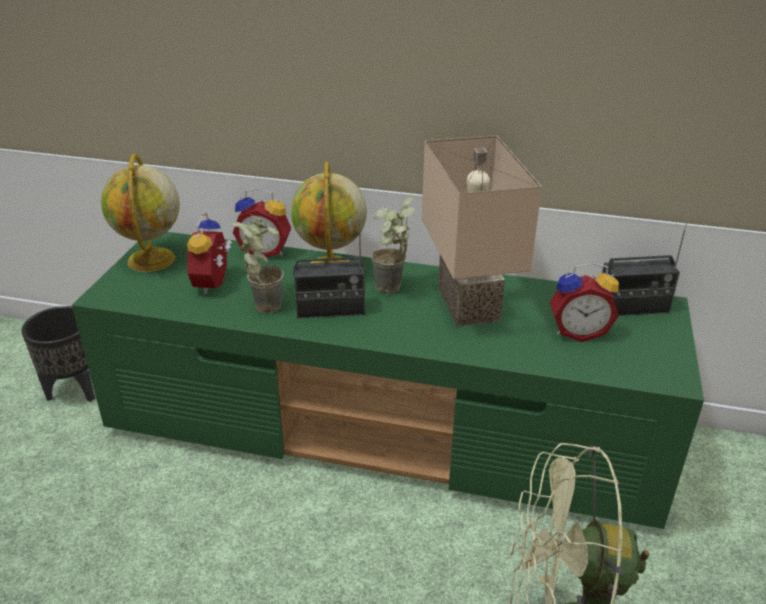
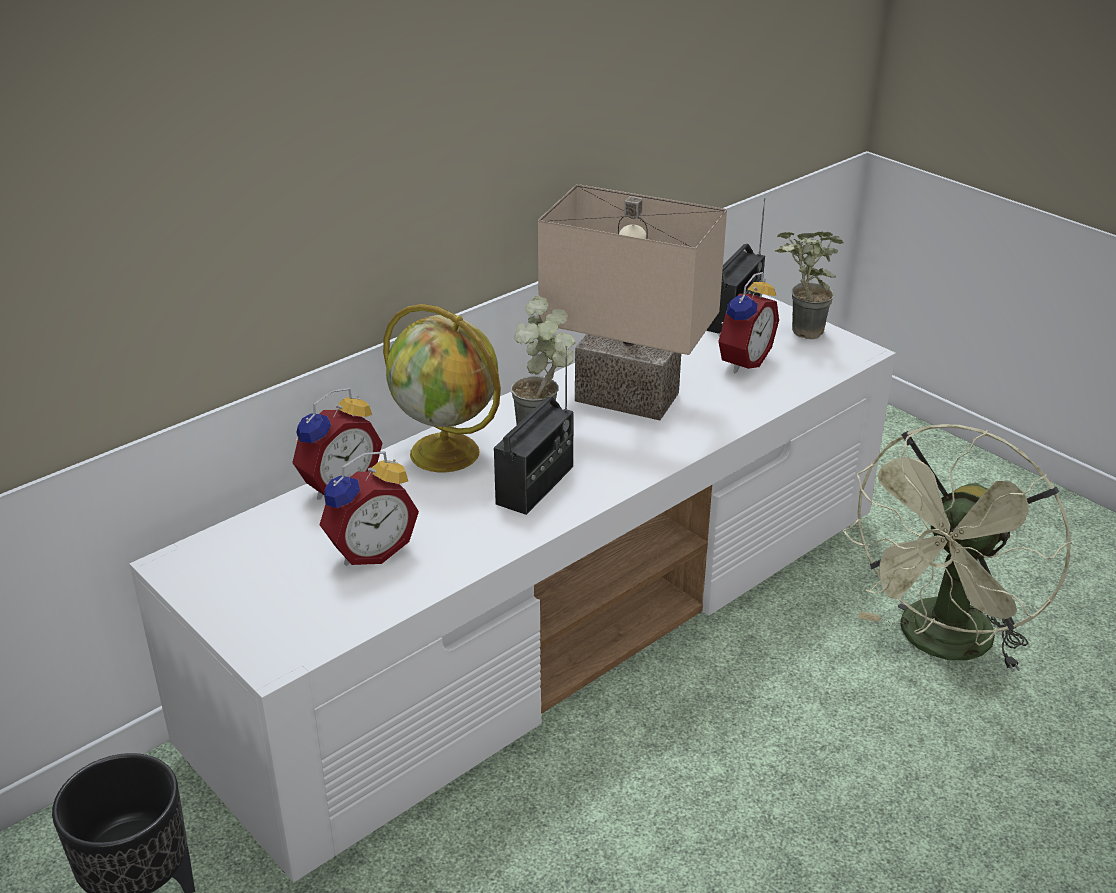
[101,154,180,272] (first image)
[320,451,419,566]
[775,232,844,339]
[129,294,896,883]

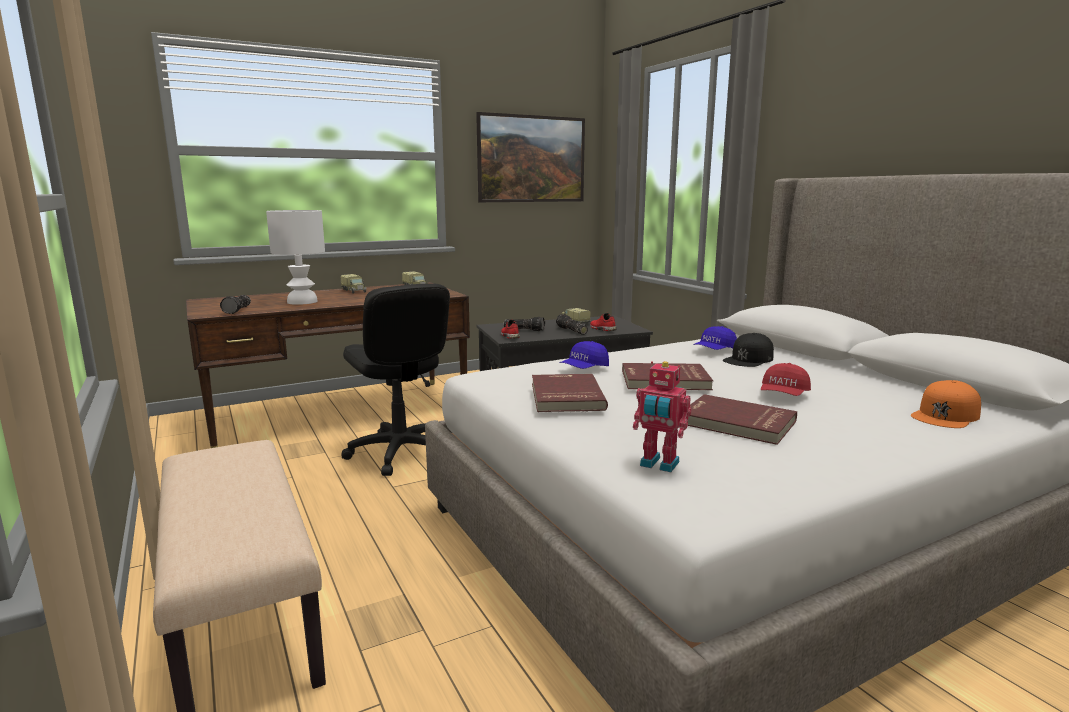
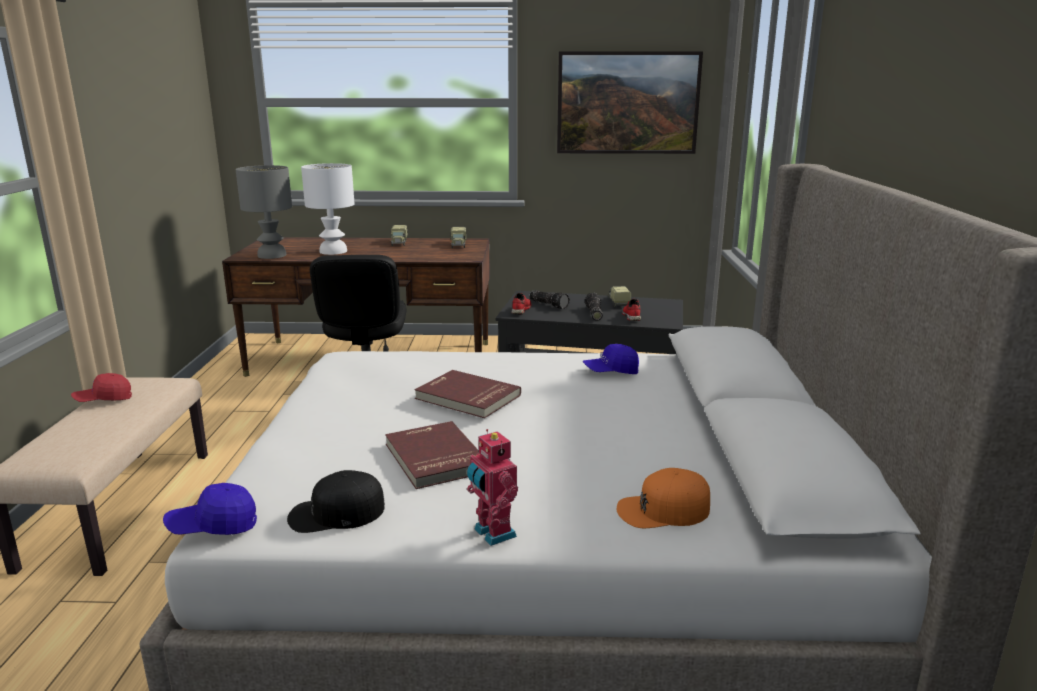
[236,165,292,259]
[287,470,385,533]
[163,483,257,535]
[467,429,518,546]
[71,373,132,402]
[532,374,608,412] (first image)

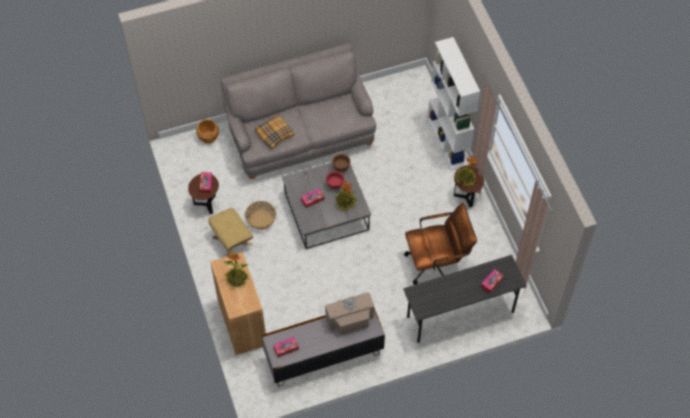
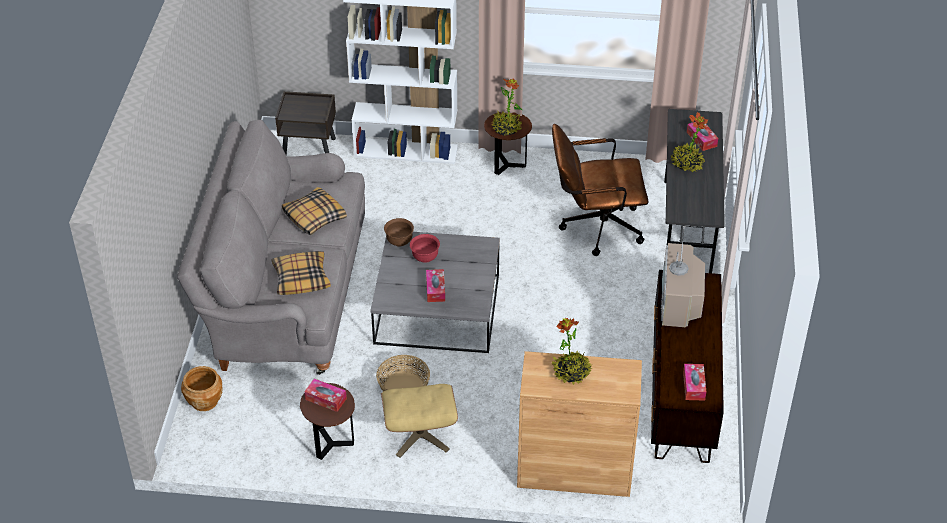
[670,112,708,172]
[552,124,648,256]
[651,270,724,463]
[275,91,336,155]
[282,187,347,235]

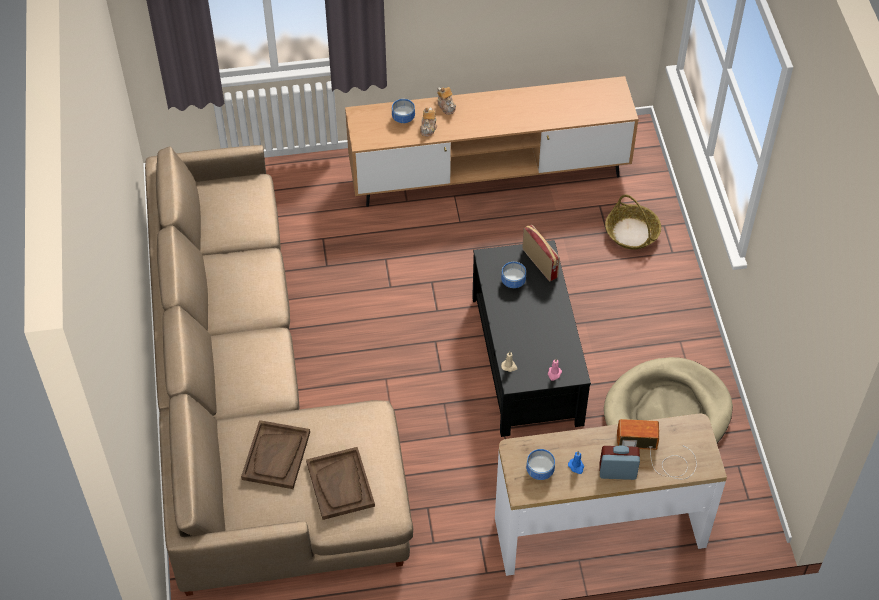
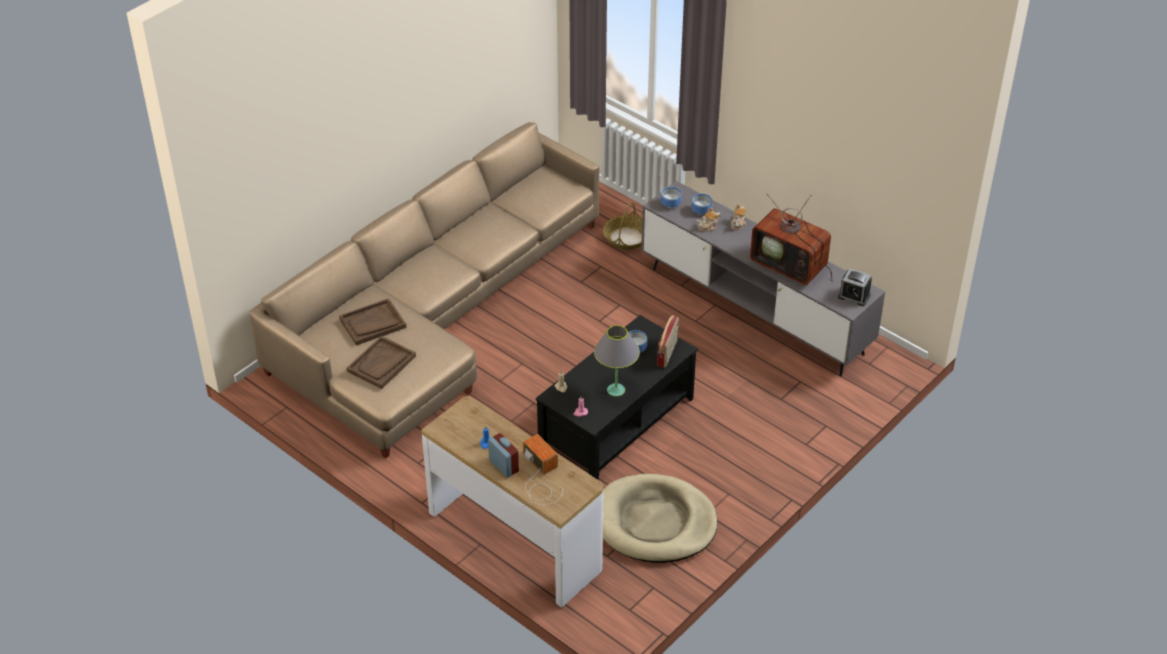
[641,181,885,376]
[603,202,642,250]
[661,187,681,208]
[750,194,833,285]
[838,268,872,306]
[594,325,640,397]

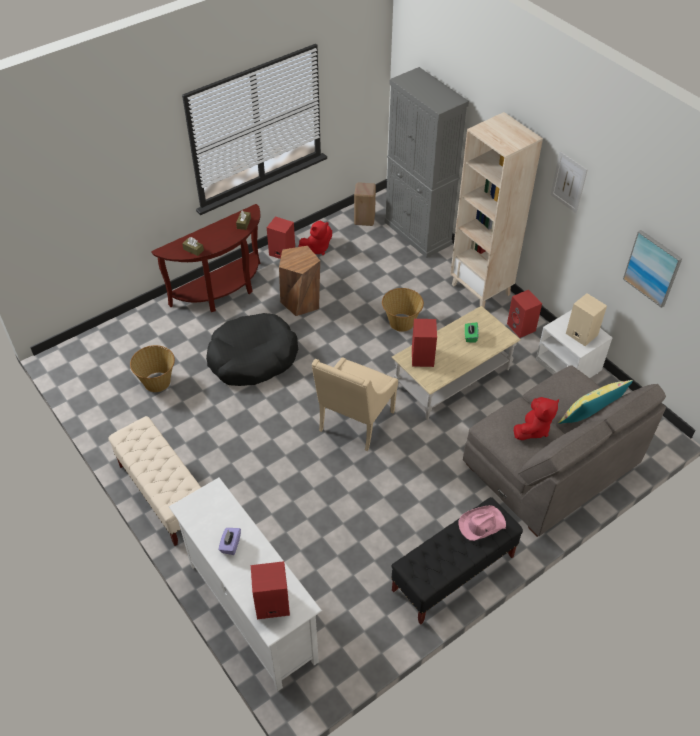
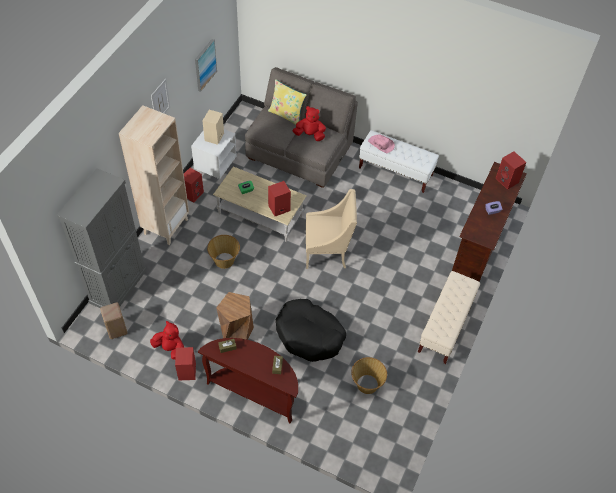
[452,162,527,282]
[359,130,439,193]

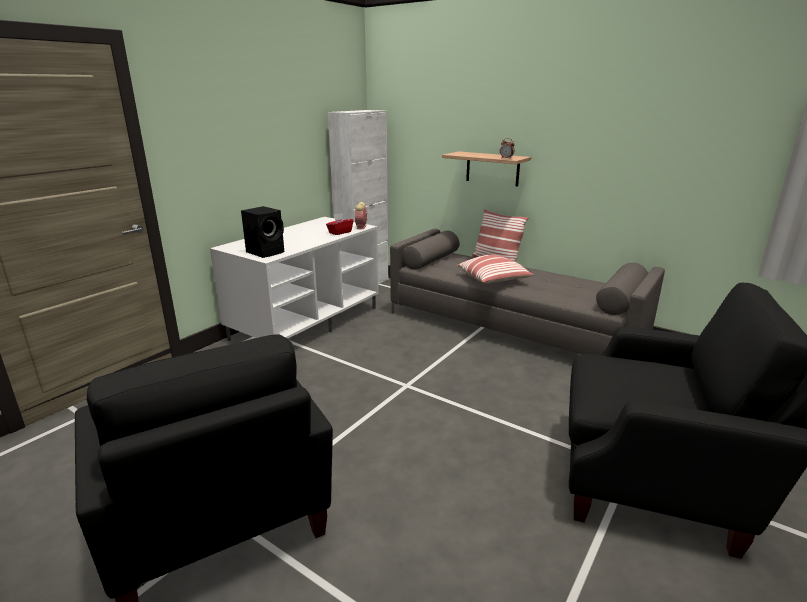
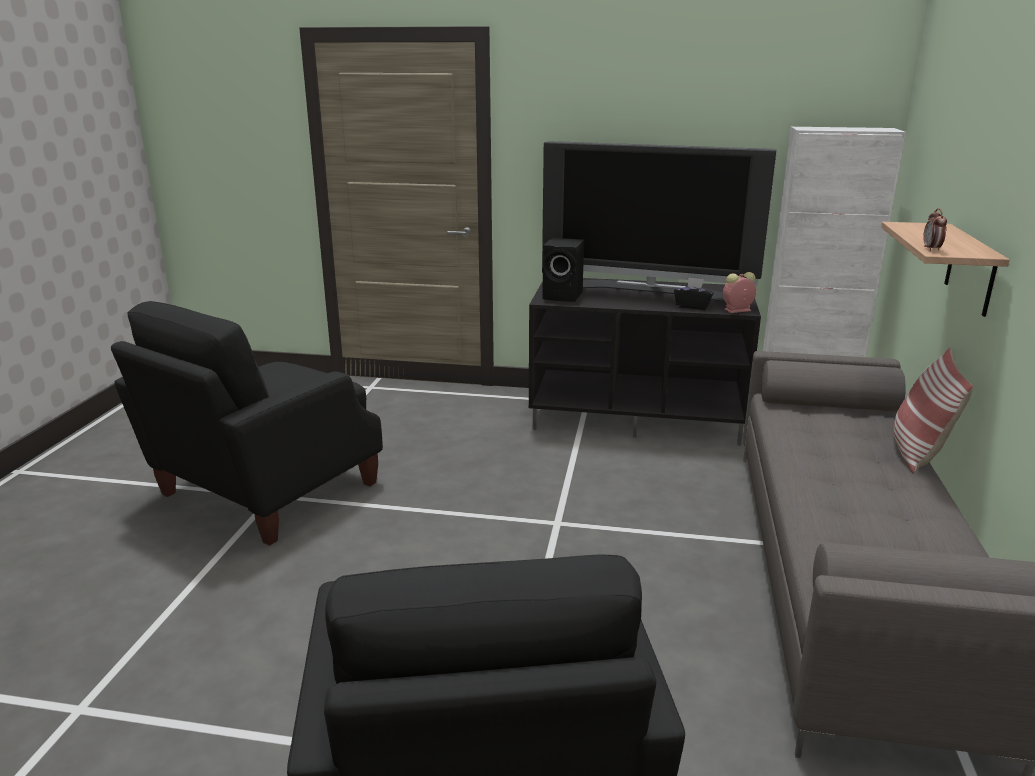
[674,277,714,310]
[529,278,761,446]
[457,255,534,283] (first image)
[542,141,777,302]

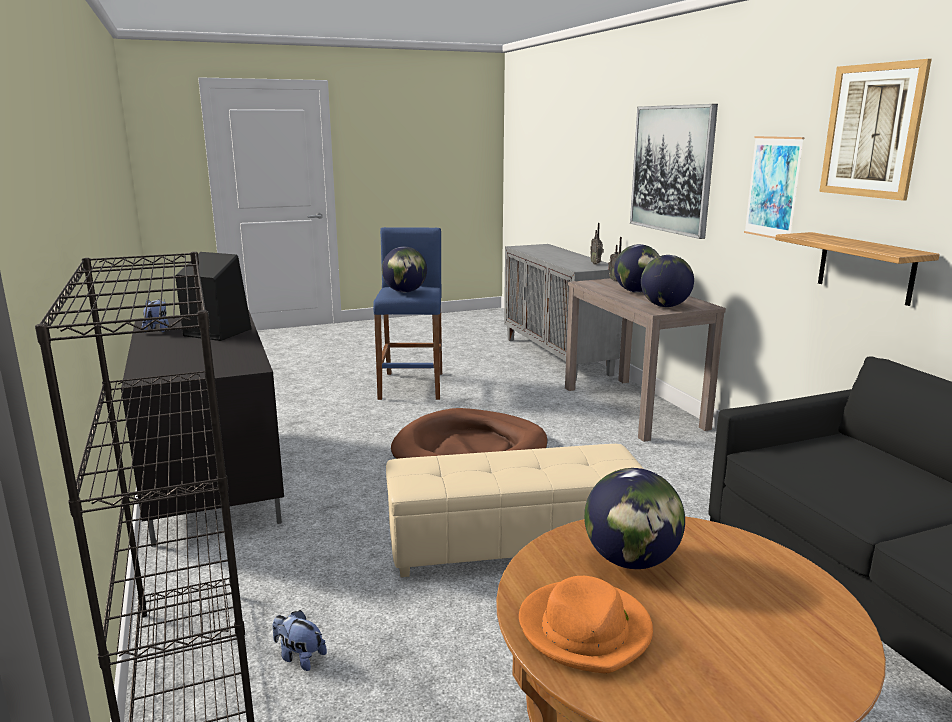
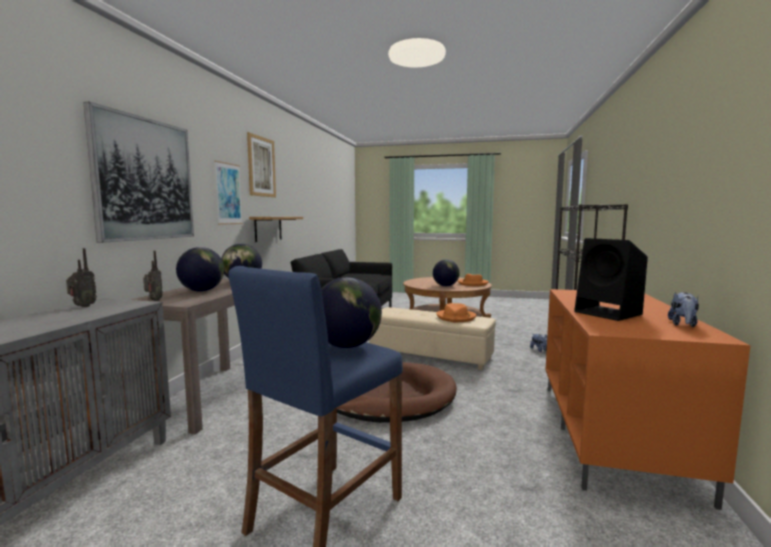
[546,289,751,510]
[436,303,476,323]

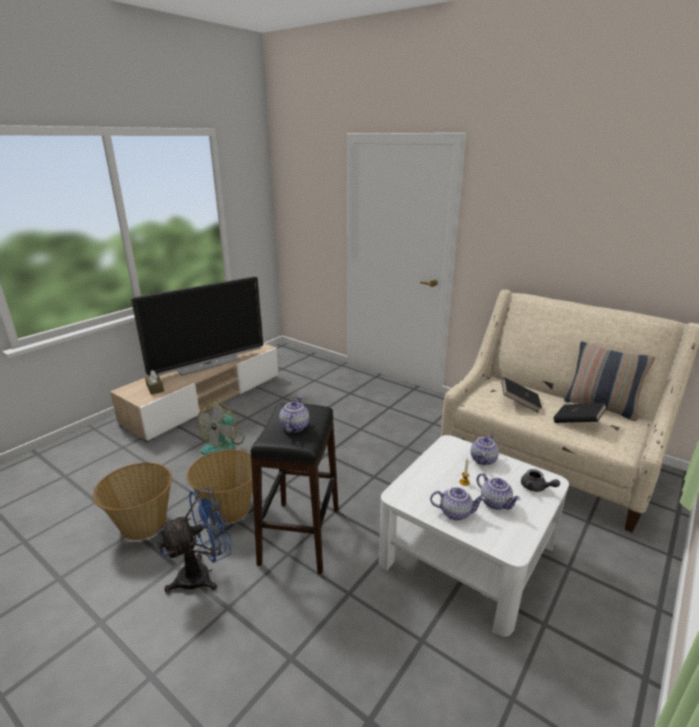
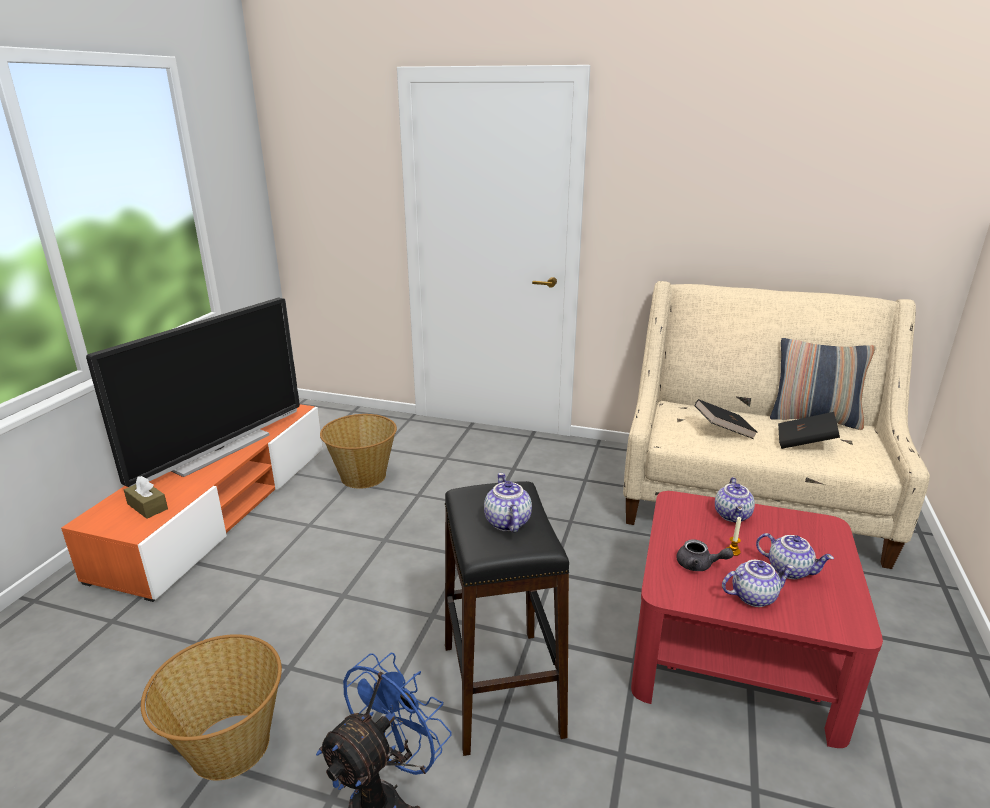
[61,404,323,602]
[197,402,245,455] (first image)
[631,491,883,748]
[320,414,397,489]
[677,539,734,571]

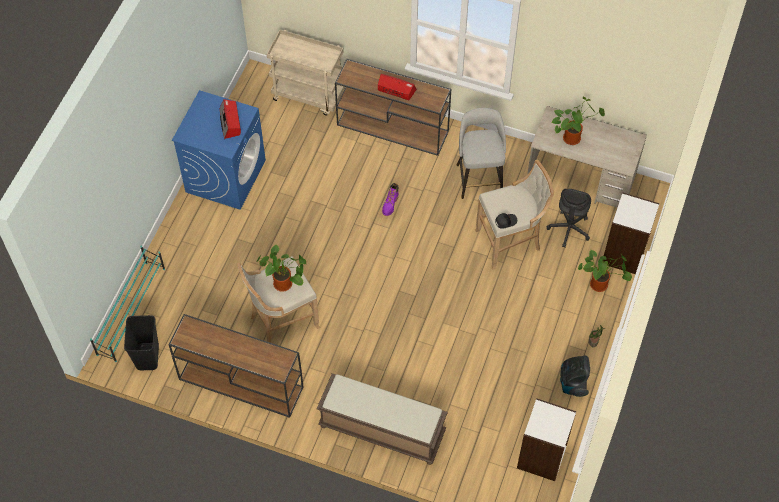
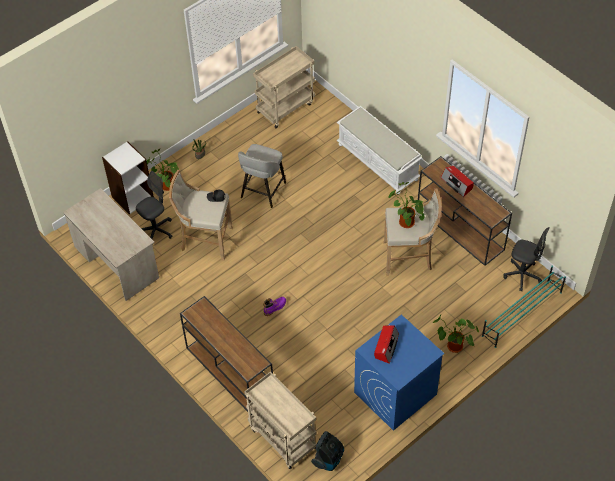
[441,166,474,197]
[432,315,479,353]
[238,144,286,208]
[503,227,550,291]
[311,431,344,471]
[337,106,422,194]
[253,46,315,128]

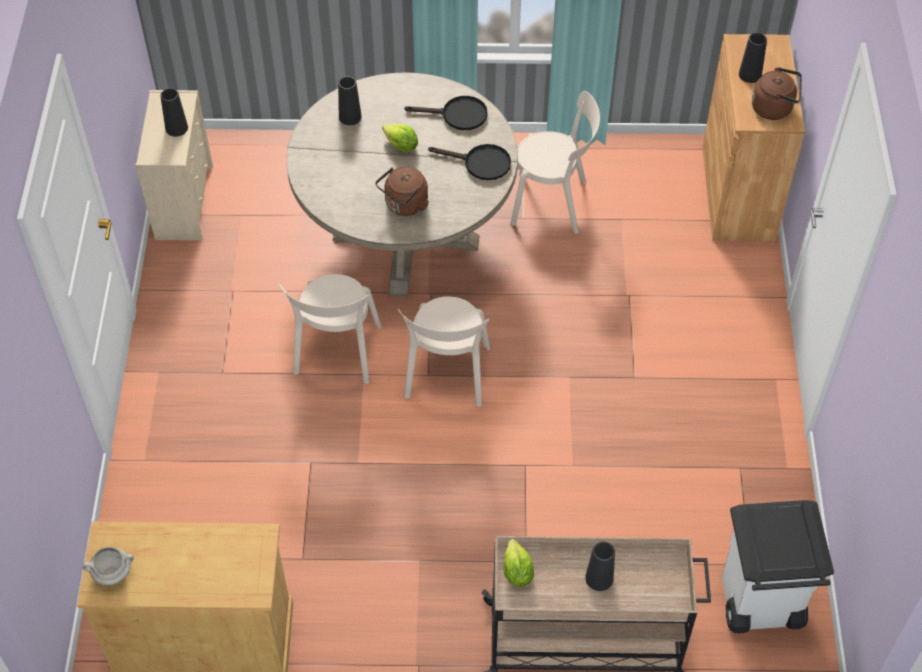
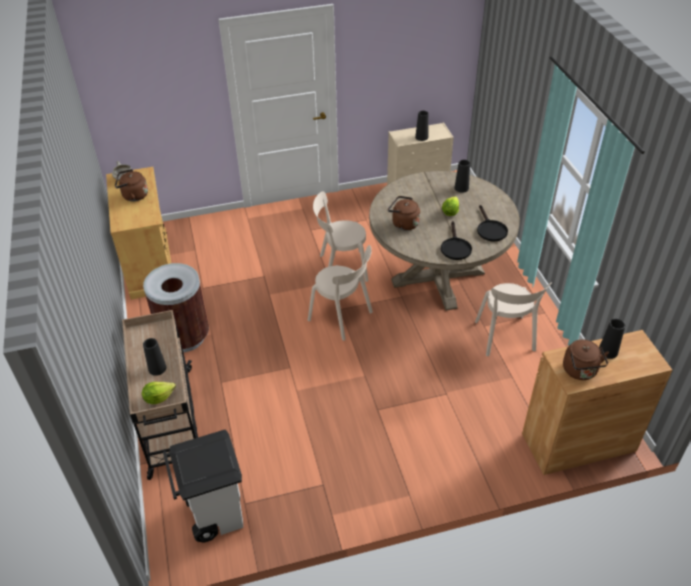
[308,245,373,341]
[142,382,176,404]
[115,169,148,201]
[143,263,209,352]

